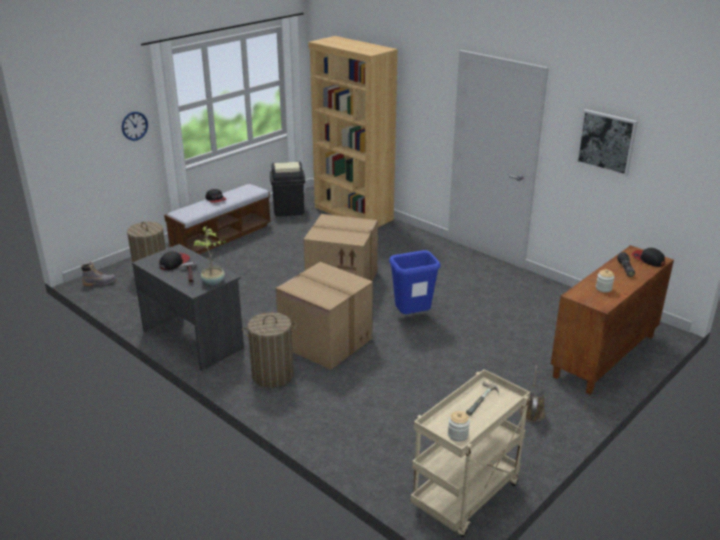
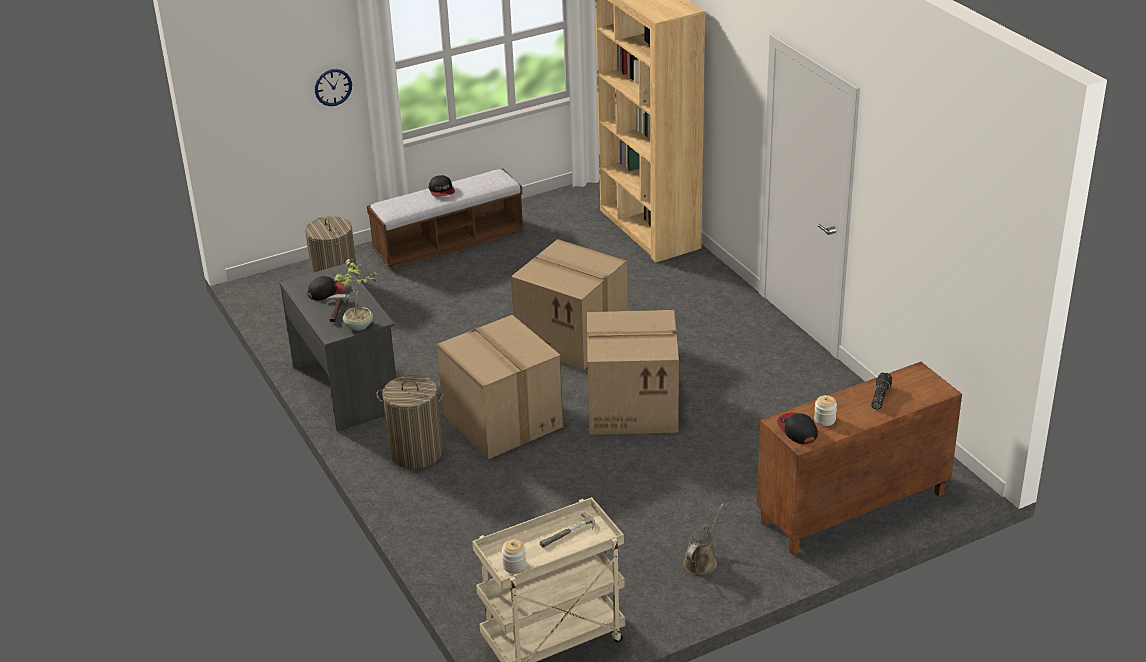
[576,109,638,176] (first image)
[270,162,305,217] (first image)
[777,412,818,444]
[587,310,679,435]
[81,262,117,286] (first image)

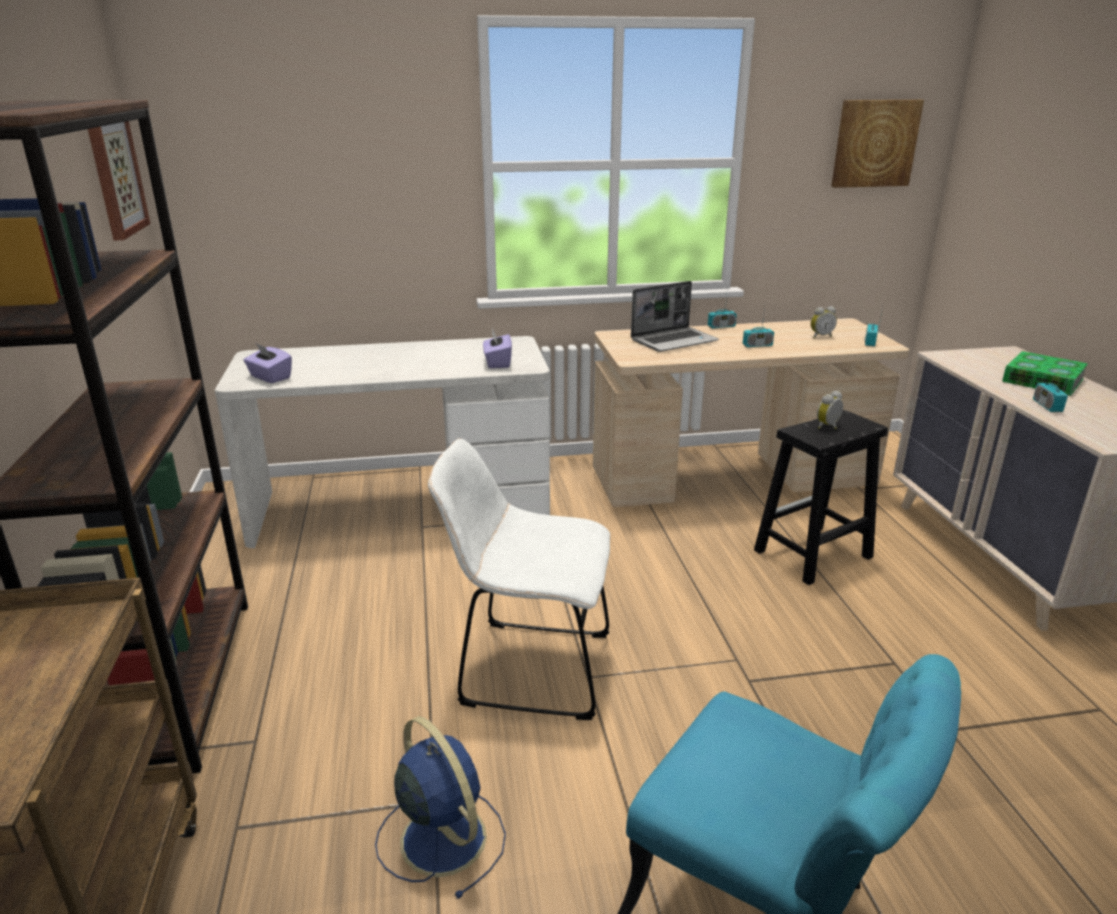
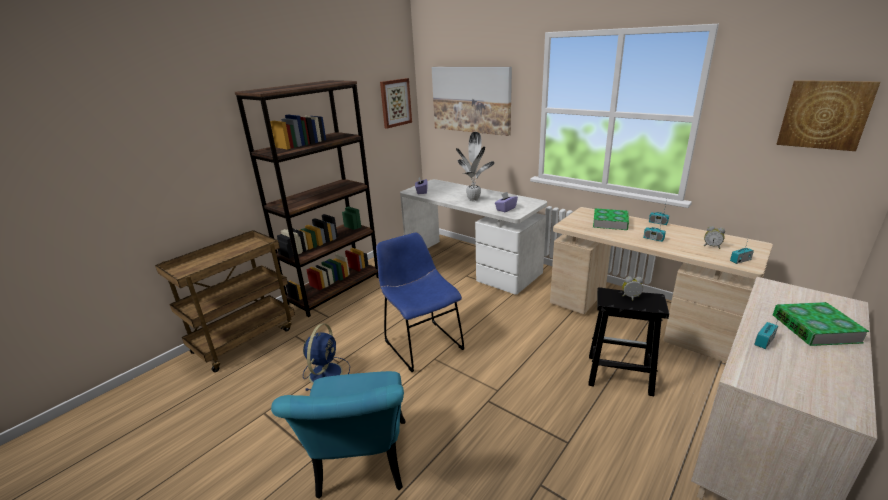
[593,208,629,230]
[376,232,464,372]
[432,67,512,136]
[456,132,494,201]

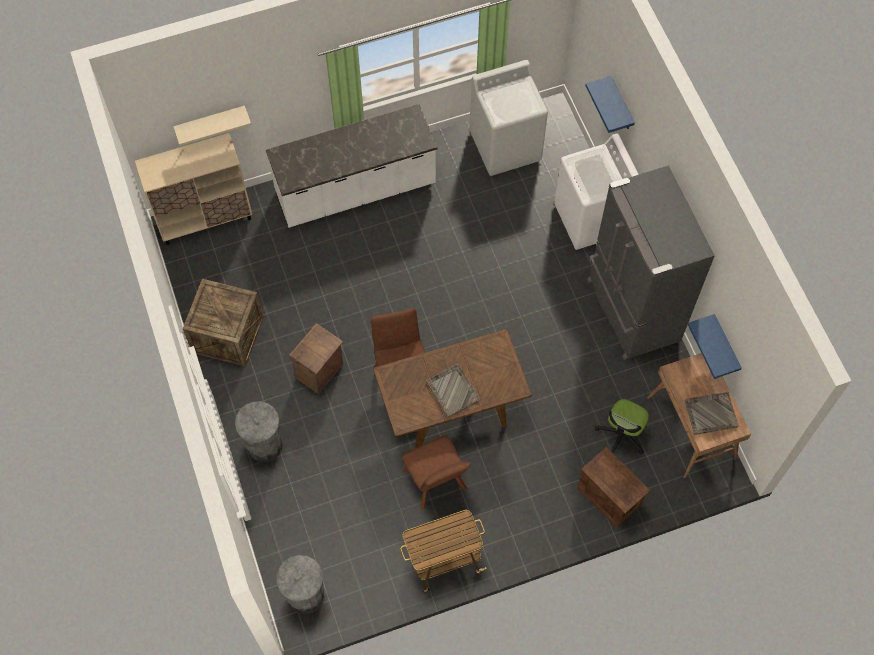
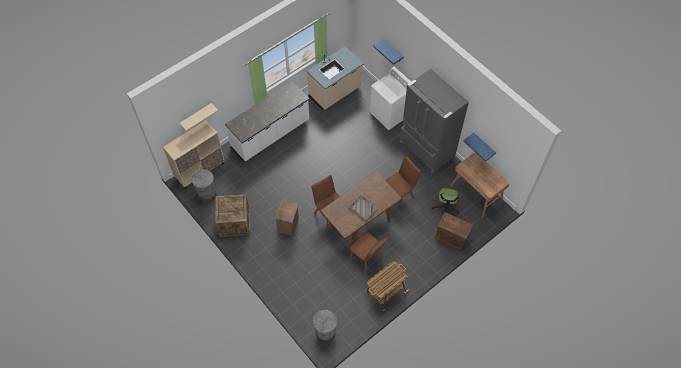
[307,46,364,110]
[685,392,739,435] (first image)
[191,169,217,203]
[385,156,421,210]

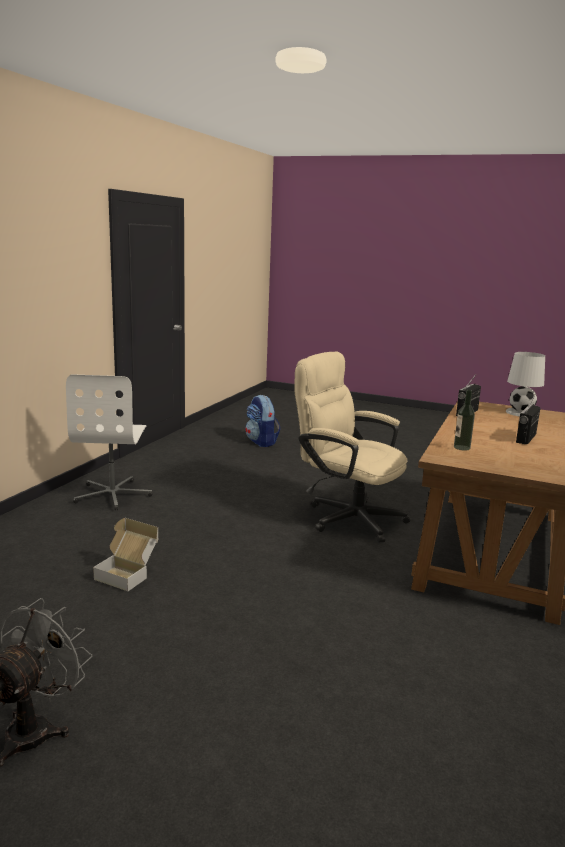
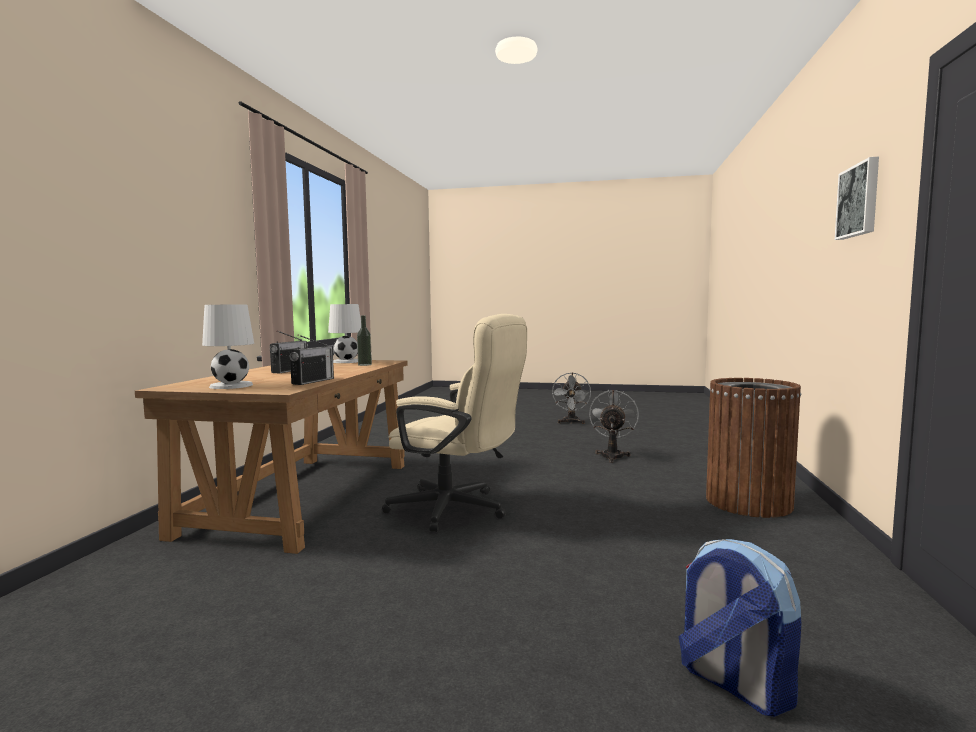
[706,378,801,518]
[589,390,639,463]
[835,157,879,240]
[328,304,361,363]

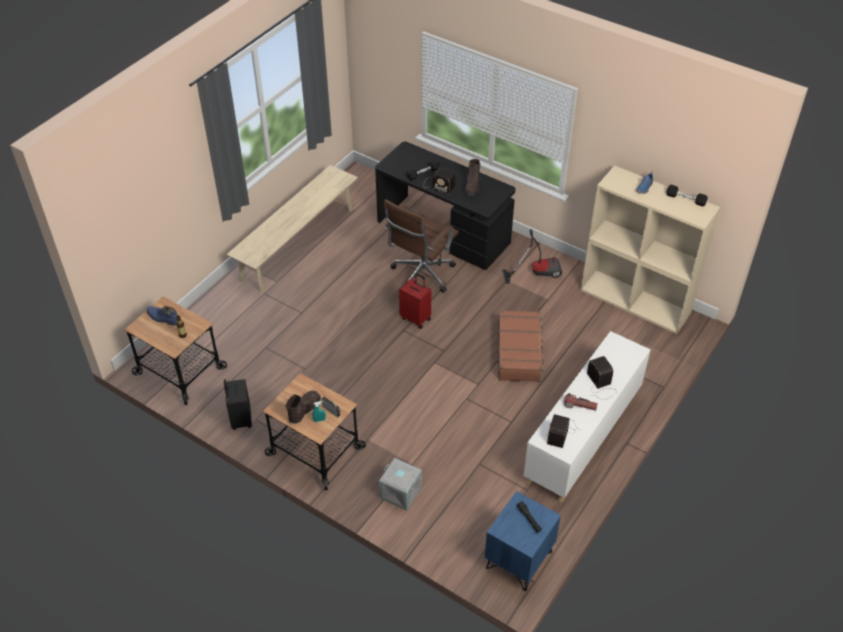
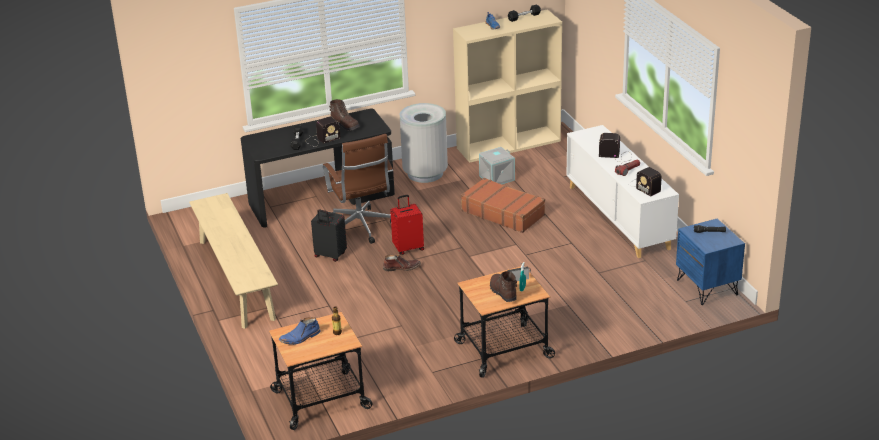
[400,103,448,183]
[311,209,347,262]
[479,147,515,184]
[383,254,421,271]

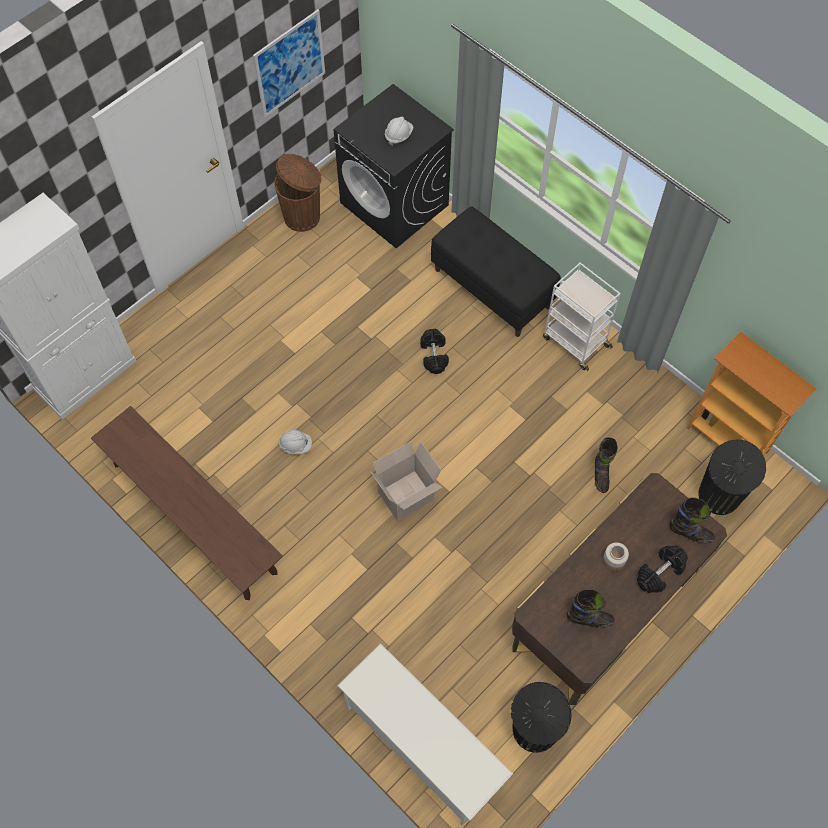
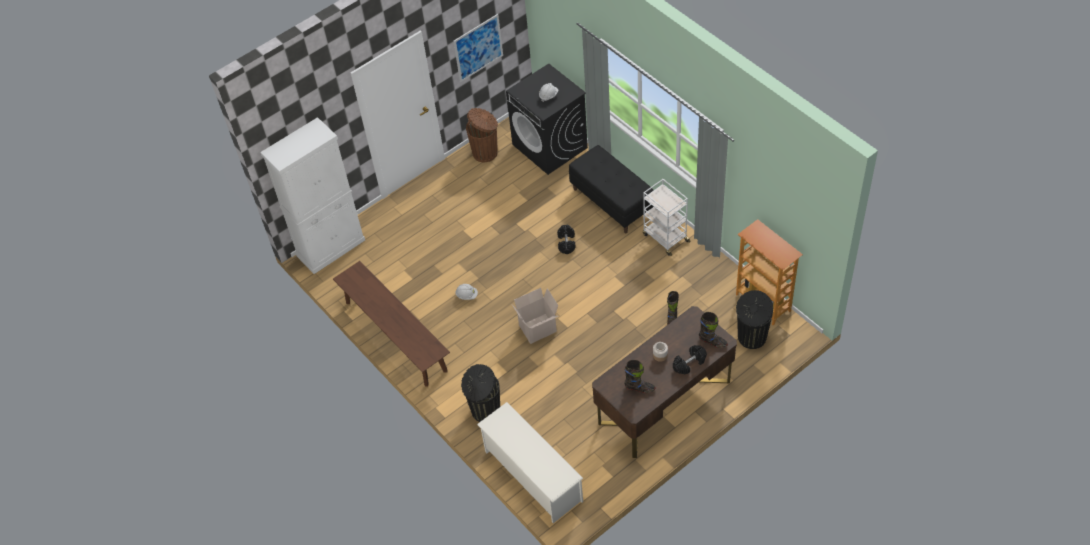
[461,364,500,422]

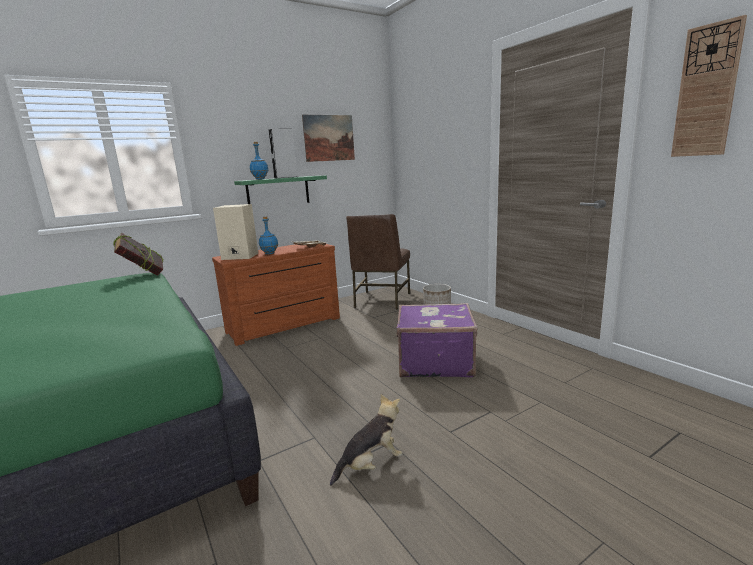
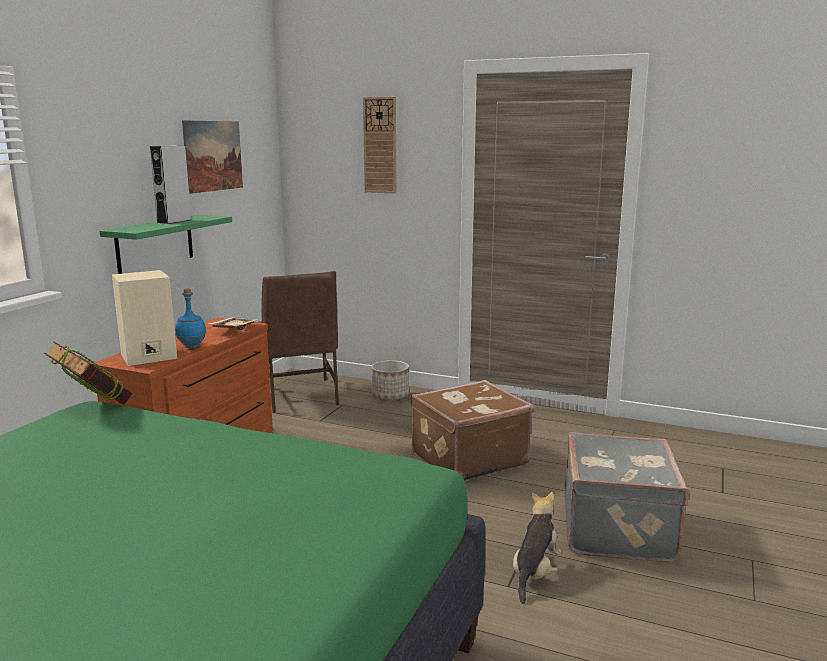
[363,97,396,193]
[250,142,268,180] (first image)
[411,380,533,481]
[564,432,689,562]

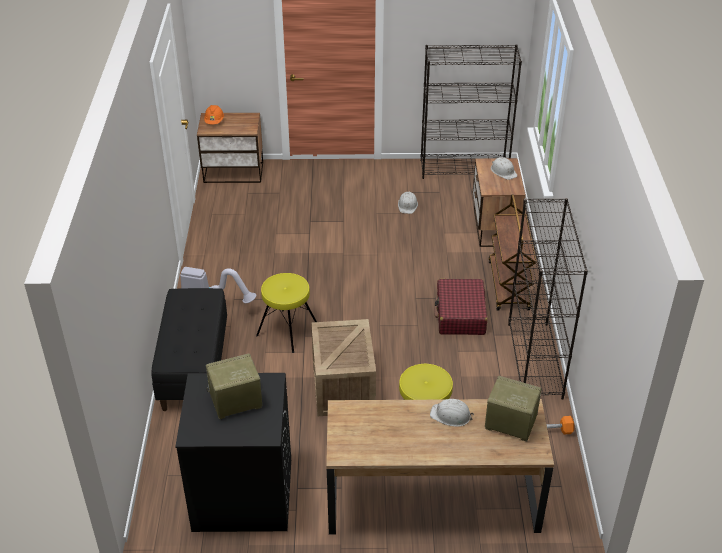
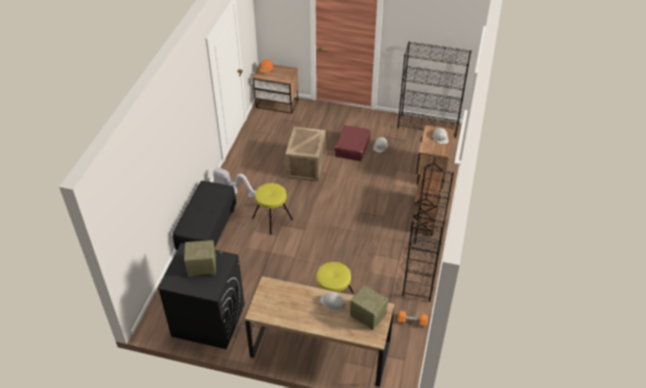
[335,125,370,161]
[285,127,325,182]

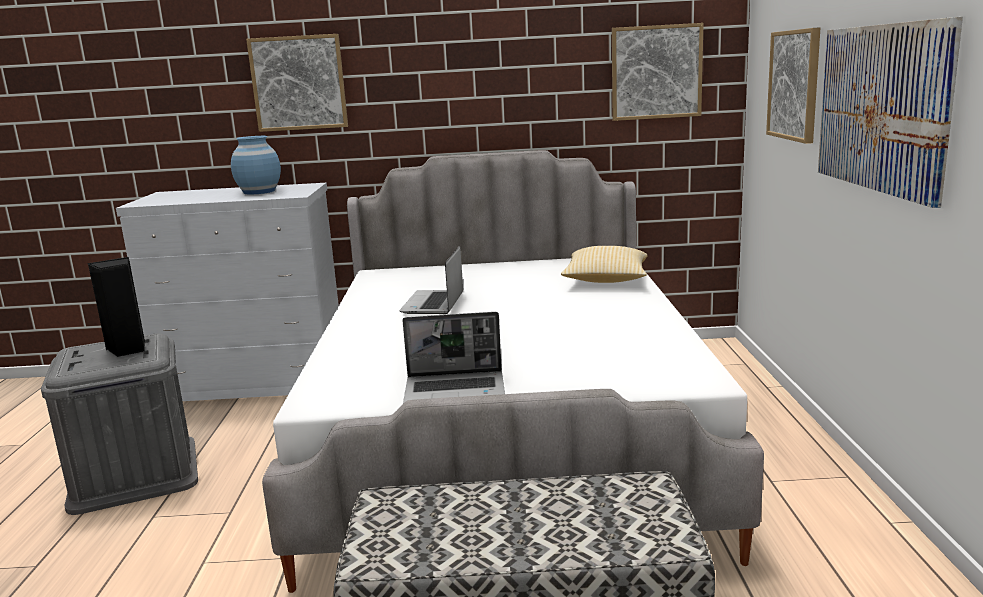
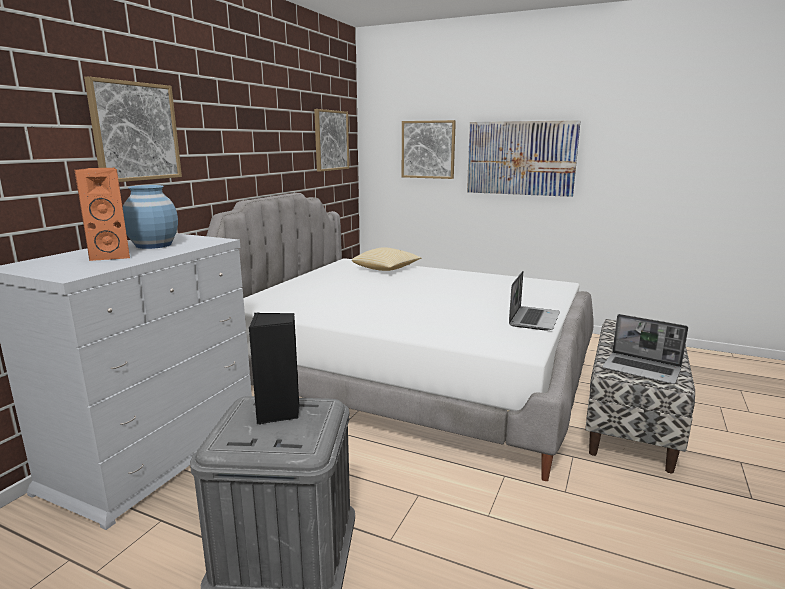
[602,314,688,384]
[74,168,130,261]

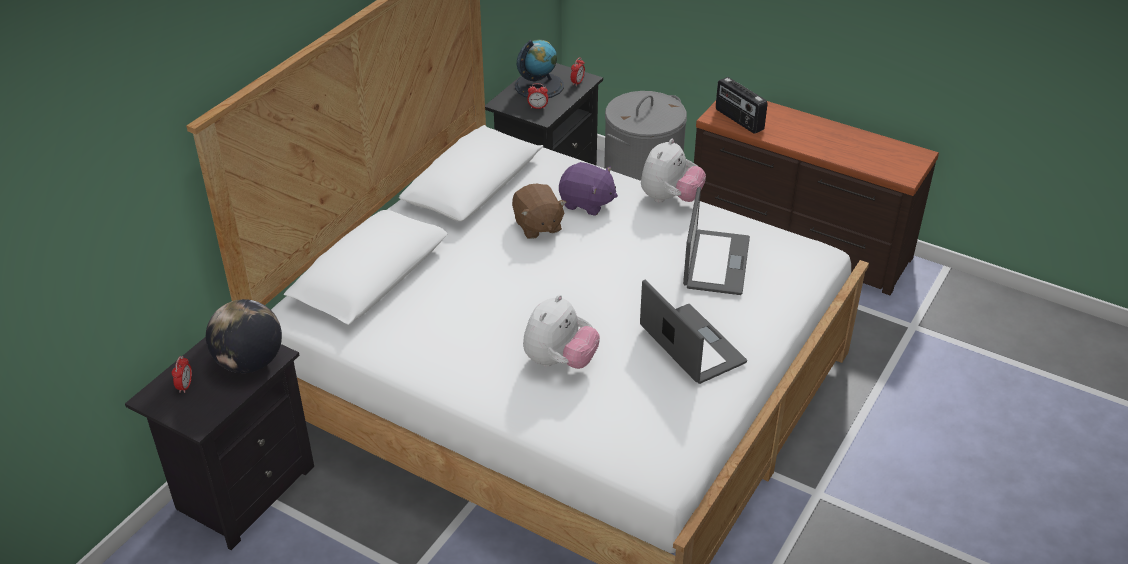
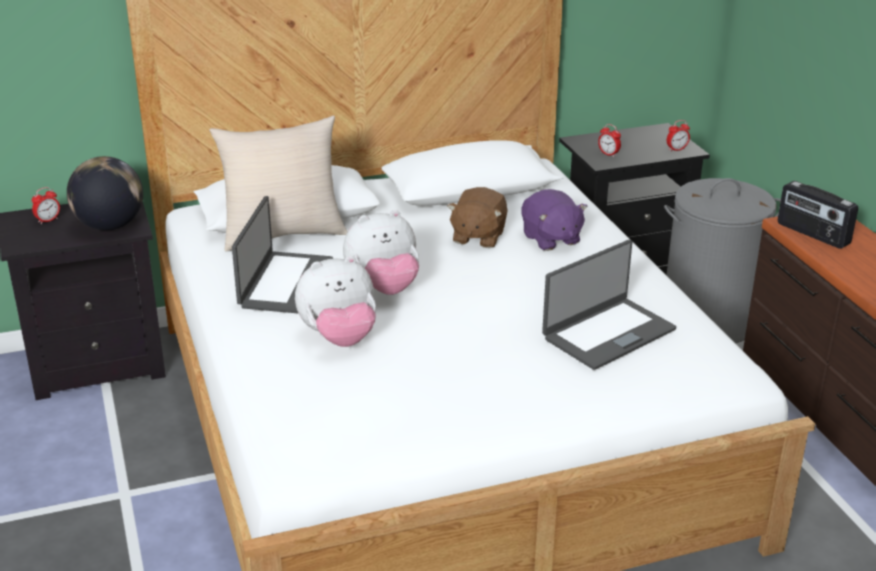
[515,39,564,98] (first image)
[778,181,858,249]
[343,210,419,295]
[232,196,333,314]
[209,115,348,252]

